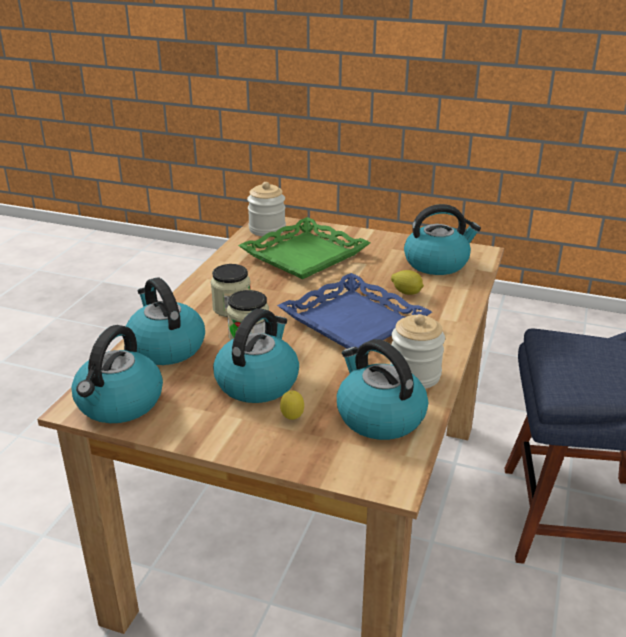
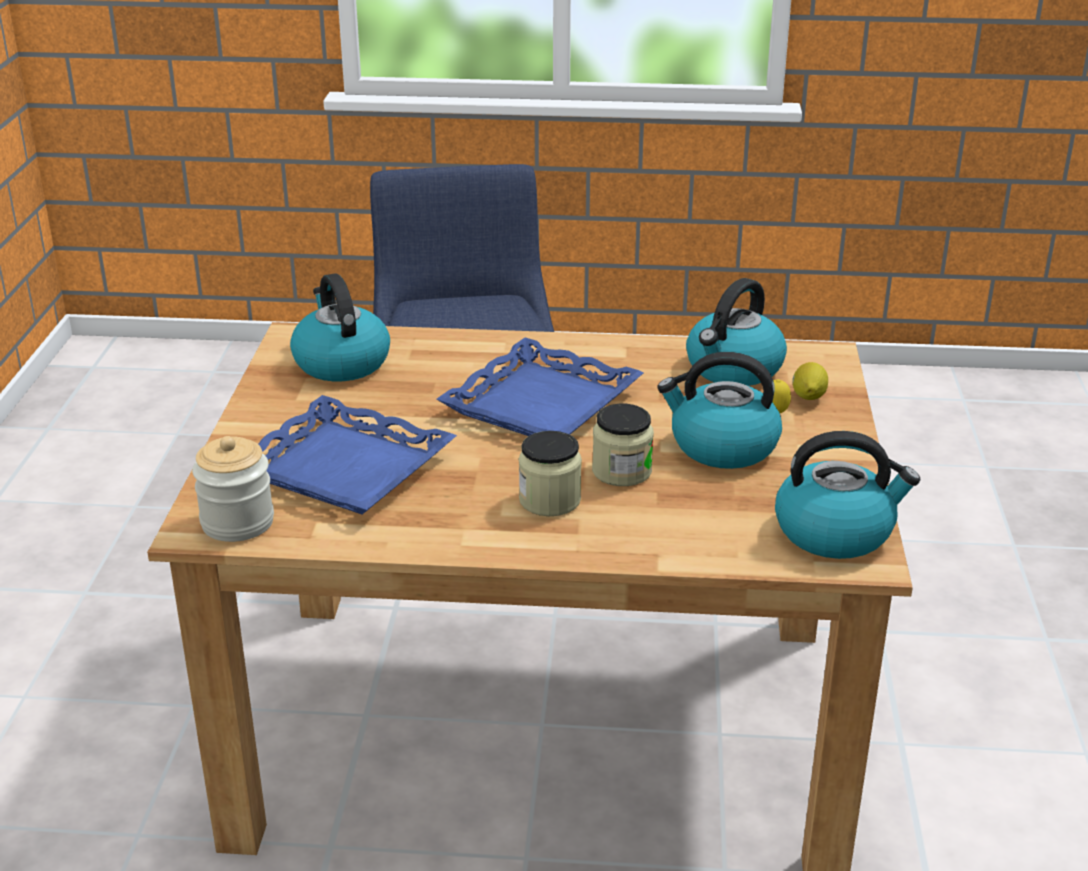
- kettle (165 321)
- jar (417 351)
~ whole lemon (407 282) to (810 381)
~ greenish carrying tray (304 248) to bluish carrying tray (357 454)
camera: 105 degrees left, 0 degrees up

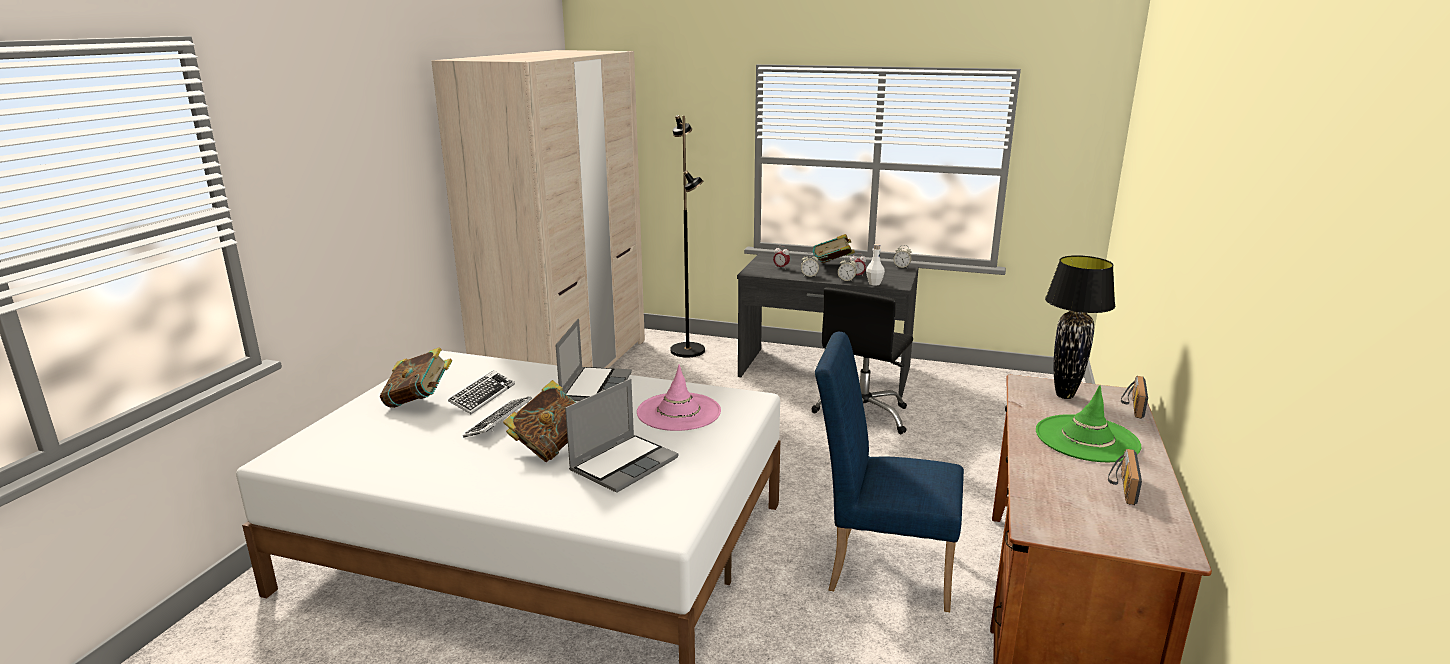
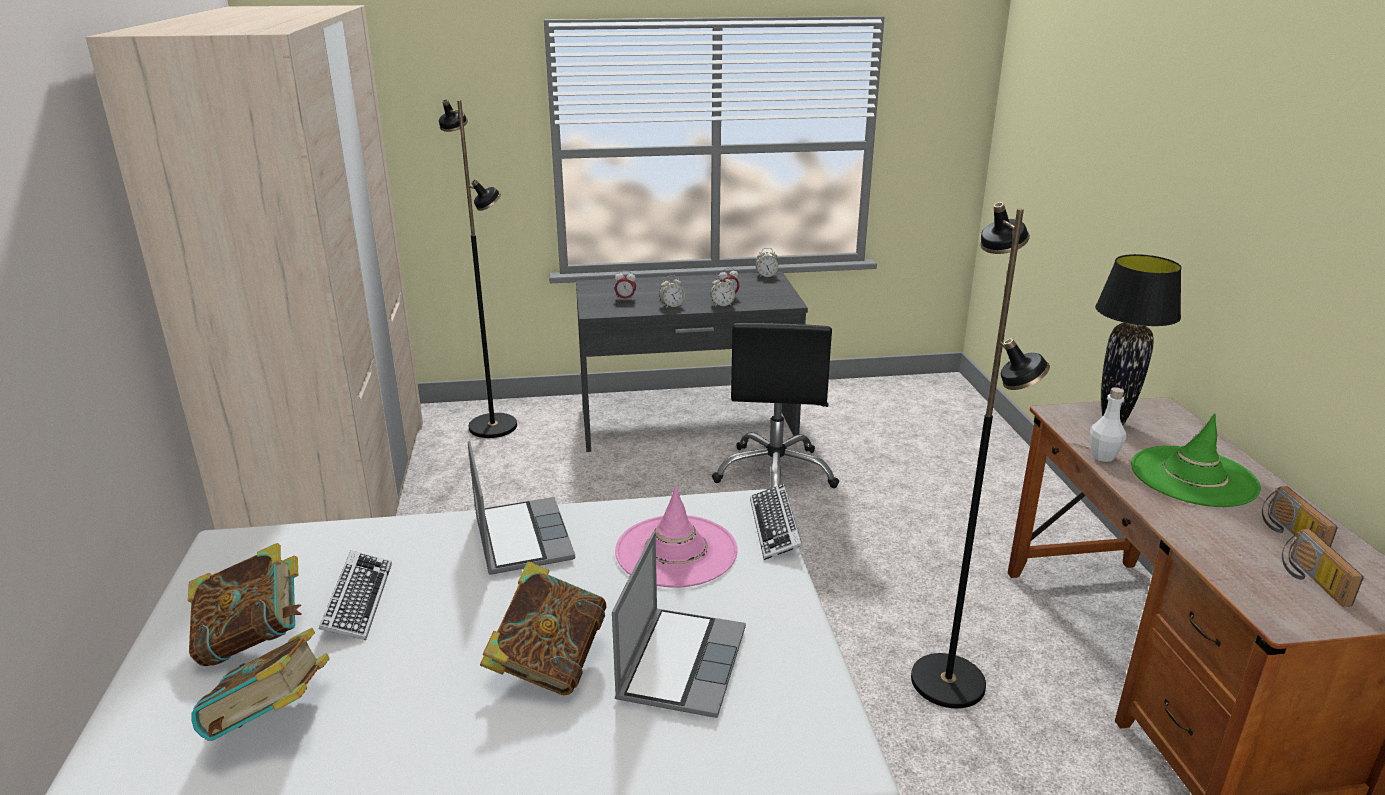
~ computer keyboard (497 417) to (776 522)
~ book (834 248) to (260 684)
~ white-coloured bottle (875 265) to (1108 424)
~ radio (1134 397) to (1323 568)
~ bluish upright chair (889 472) to black-coloured standard lamp (980 455)
camera: 25 degrees left, 5 degrees up

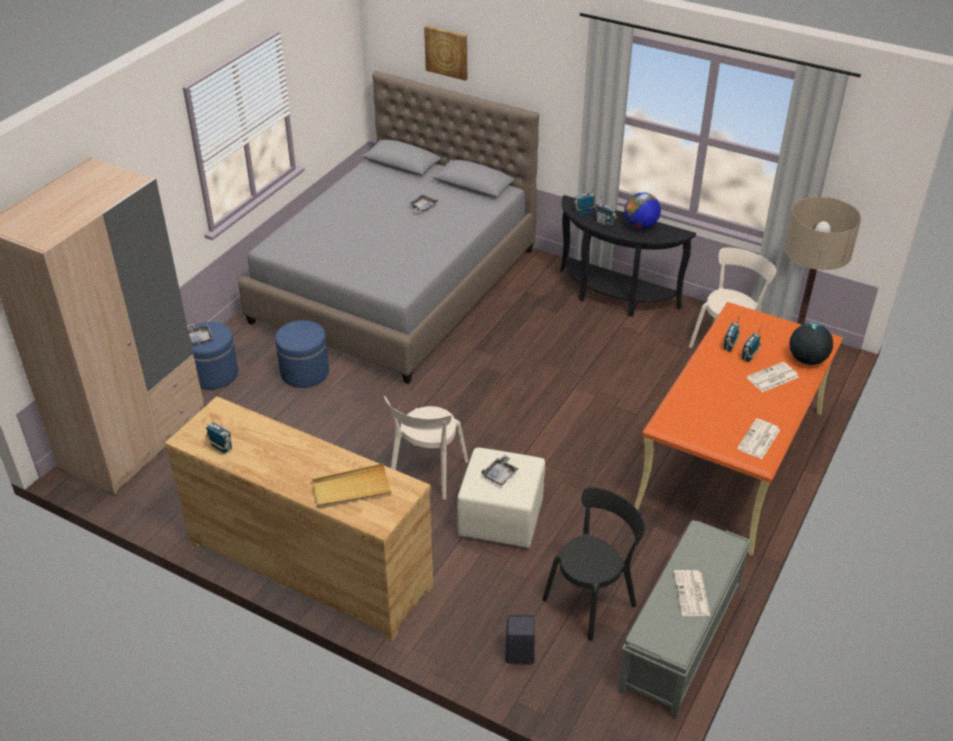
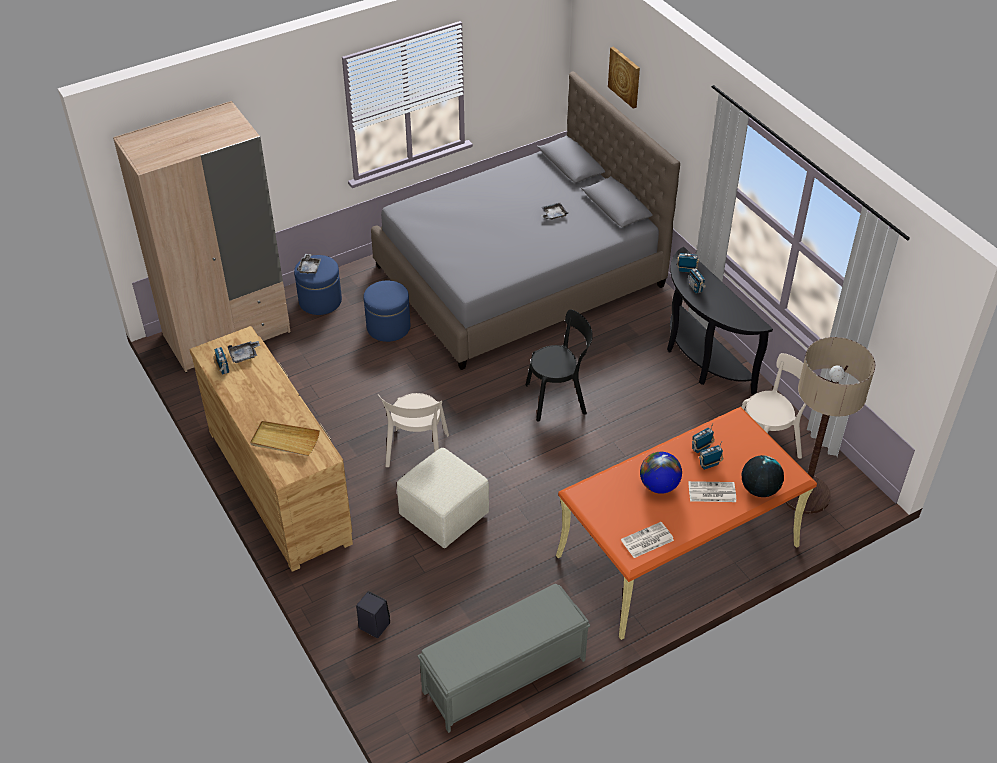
- printed paper (691 593)
~ grey carrying tray (500 470) to (244 352)
~ black-coloured upright chair (593 564) to (559 365)
~ world globe (642 210) to (661 473)
~ beige upright chair (426 448) = (413 430) 45 degrees counterclockwise
camera: 30 degrees right, 5 degrees up

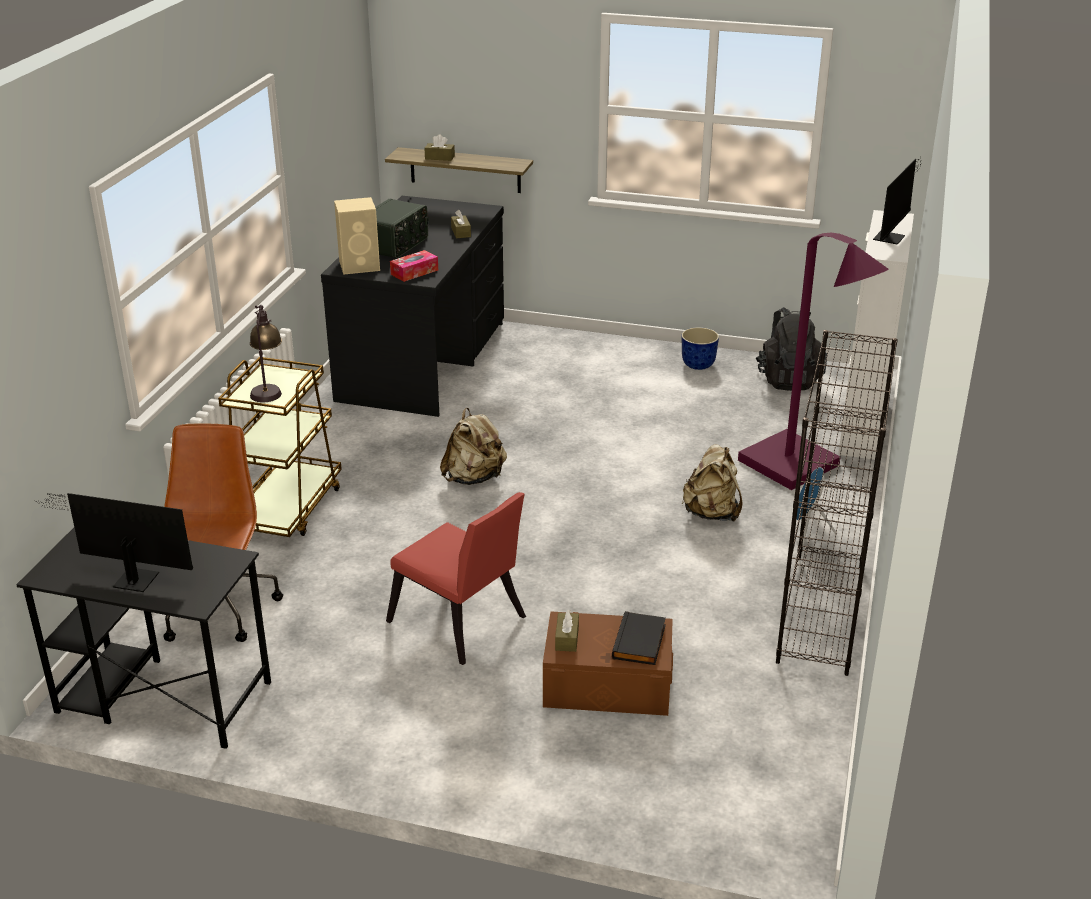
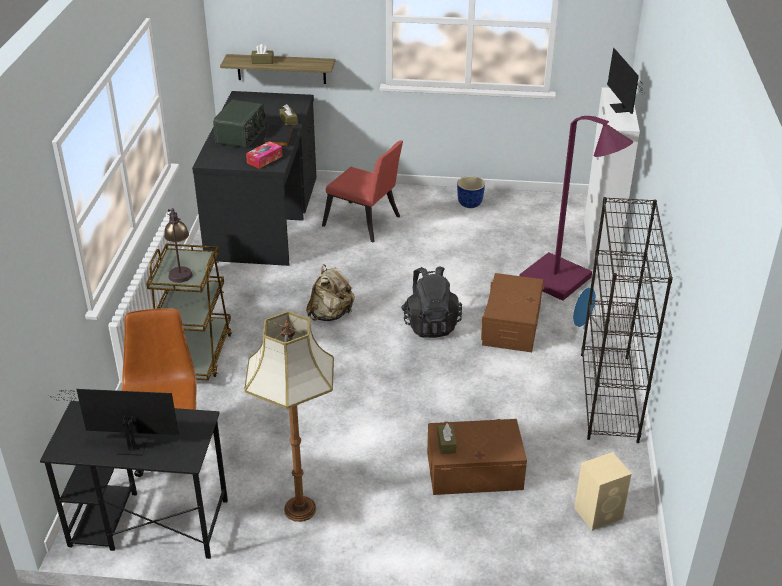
+ standard lamp (289 416)
~ beige speaker (357 236) to (603 491)
~ reddish upright chair (456 578) to (362 191)
~ black-coloured book (639 638) to (278 135)
~ black-coloured backpack (791 349) to (431 302)
~ beige backpack (712 483) to brown storage container (512 312)
~ computer display (898 202) = (625 81) 150 degrees clockwise
camera: 10 degrees left, 5 degrees up

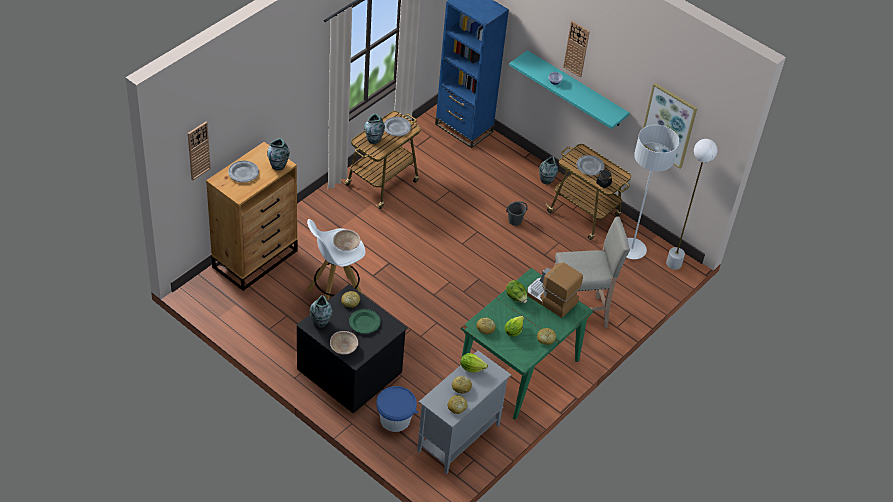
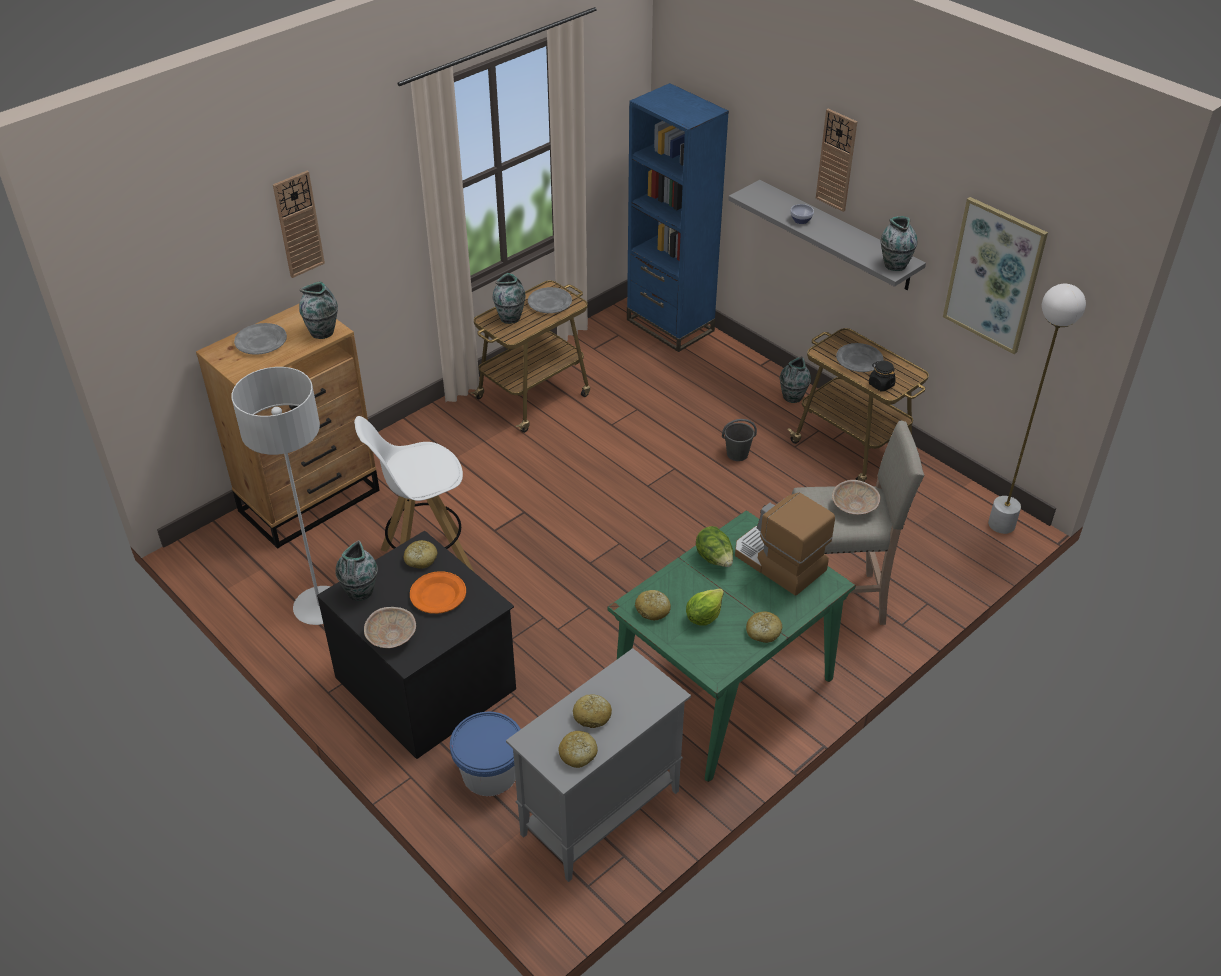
- lettuce (474 362)
+ decorative vase (899 243)
~ wall clock (199 151) to (299 224)
~ beige bowl (346 240) to (856 497)
~ grey standard lamp (652 192) to (281 496)
~ greenish flat dish (365 321) to orange flat dish (438 592)
~ turquoise shelf (569 89) to grey shelf (827 235)
camera: 10 degrees right, 5 degrees down

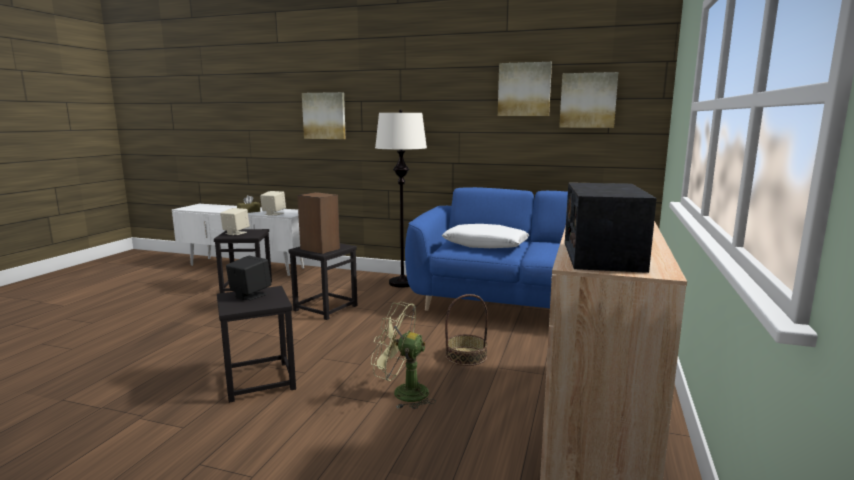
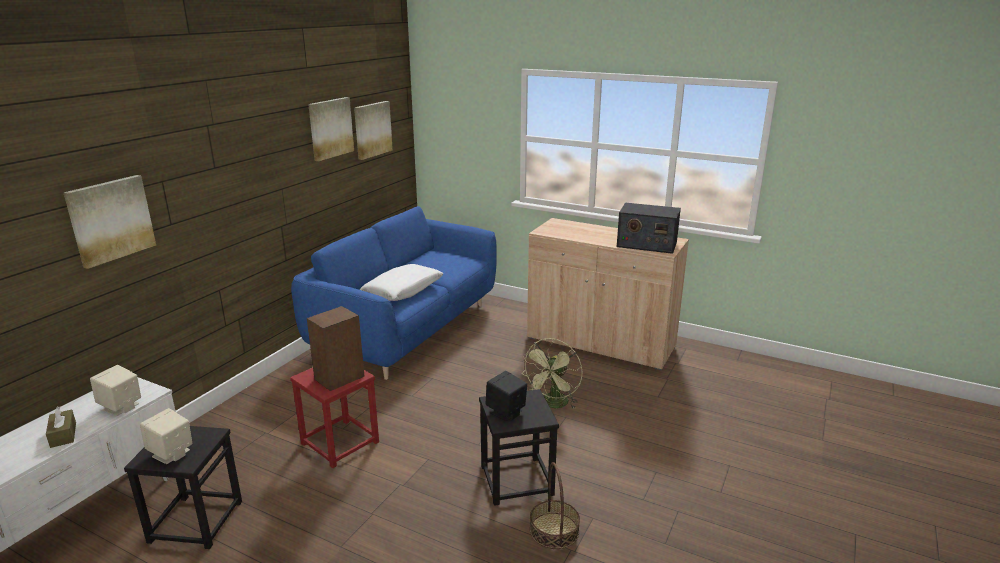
- white-coloured standard lamp (401 199)
~ basket (466 330) to (555 505)
~ black-coloured stool (323 281) to reddish stool (334 418)
camera: 80 degrees left, 10 degrees up

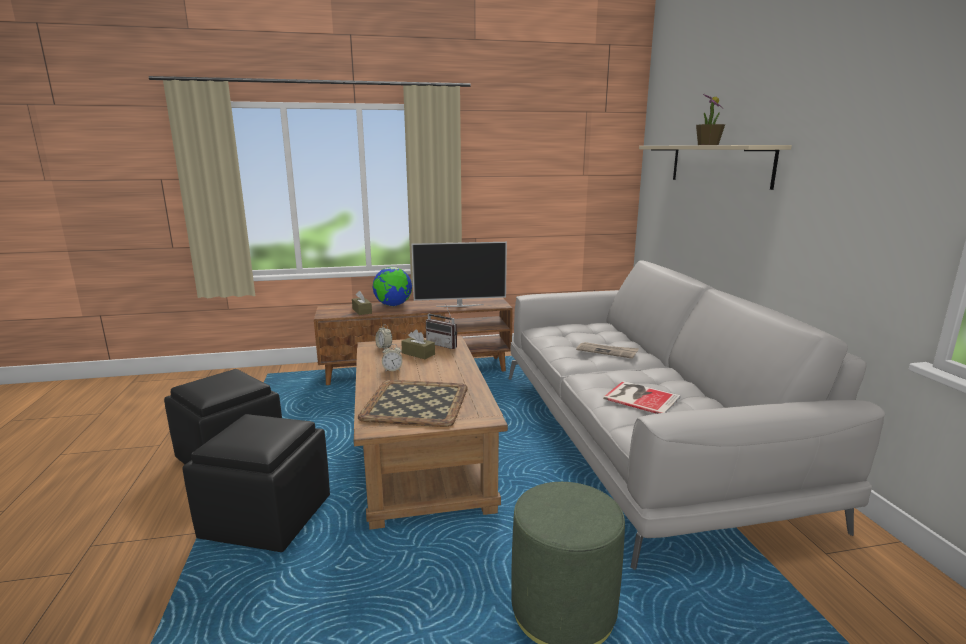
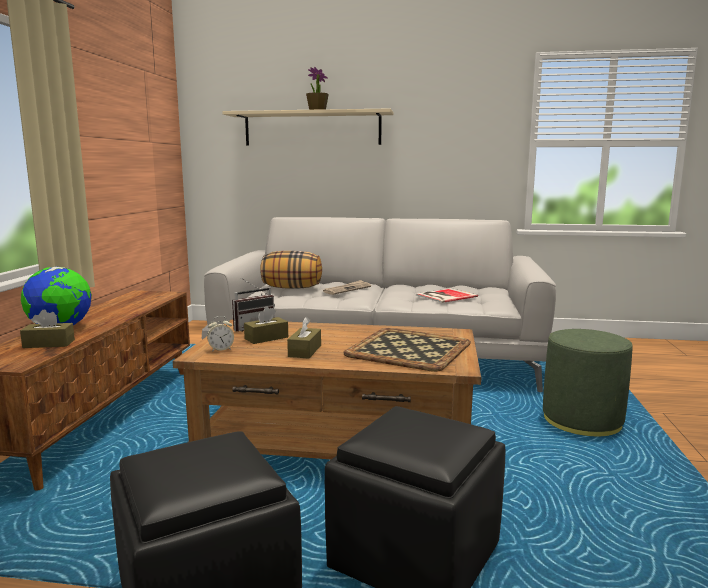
- TV (459 274)
+ cushion (291 270)
~ table clock (392 358) to brown tissue box (304 338)
camera: 70 degrees left, 5 degrees down

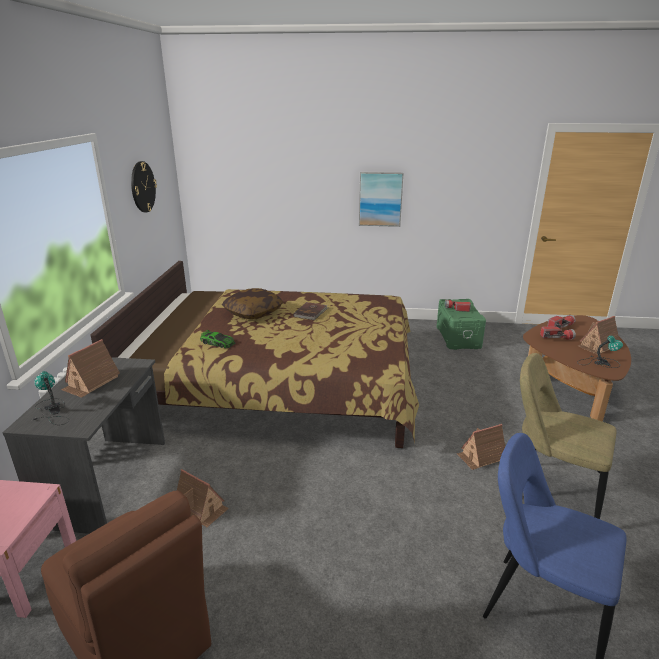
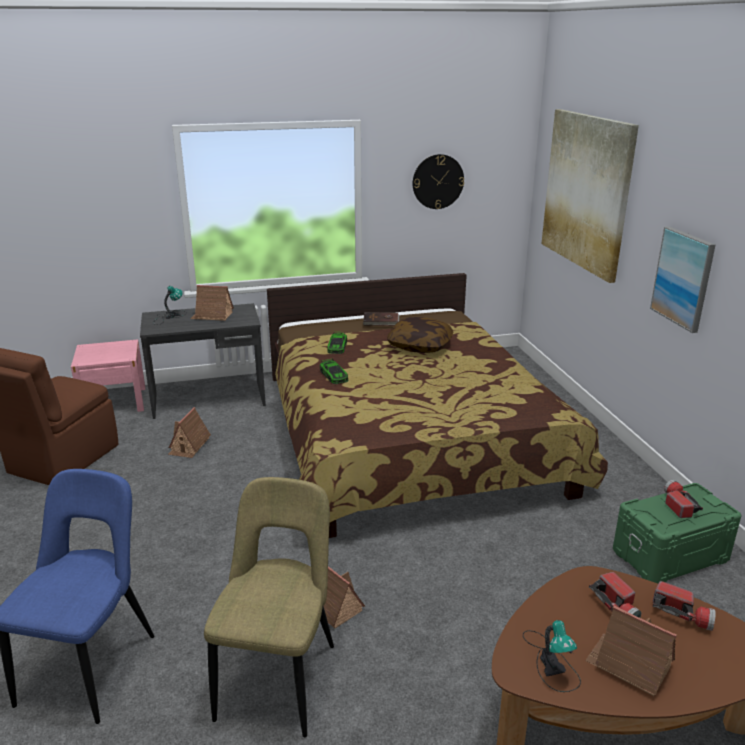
+ toy car (334 371)
+ picture (590 196)
~ brown book (310 311) to (381 319)
camera: 70 degrees right, 0 degrees up

